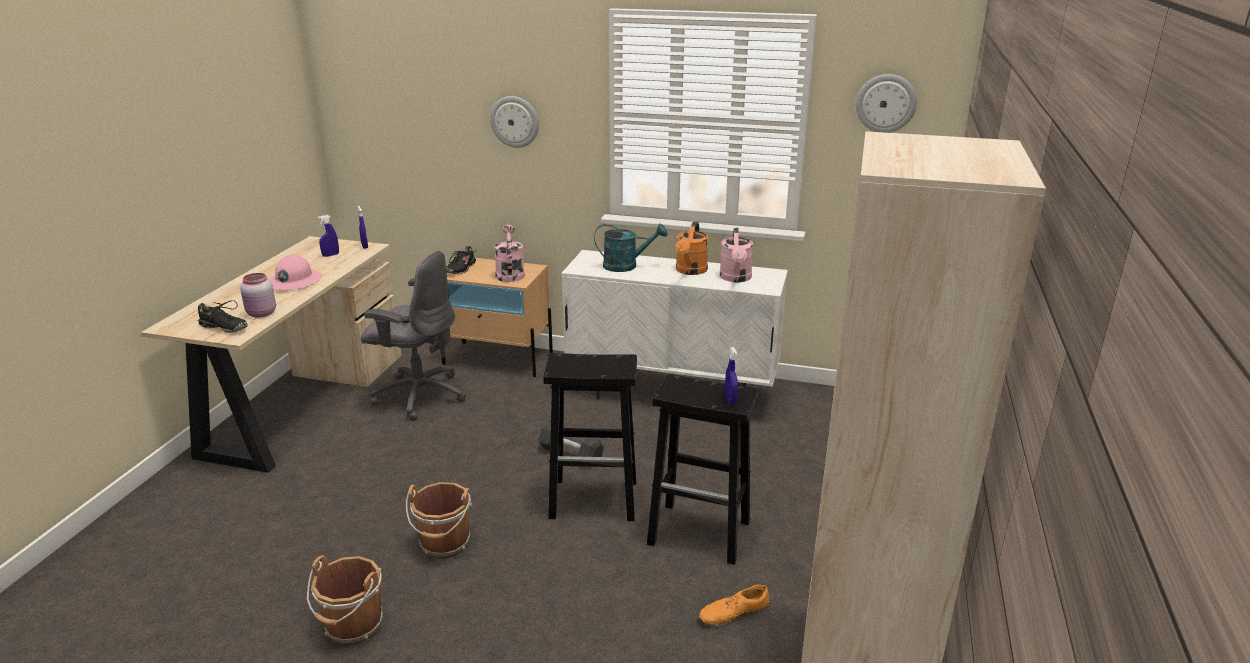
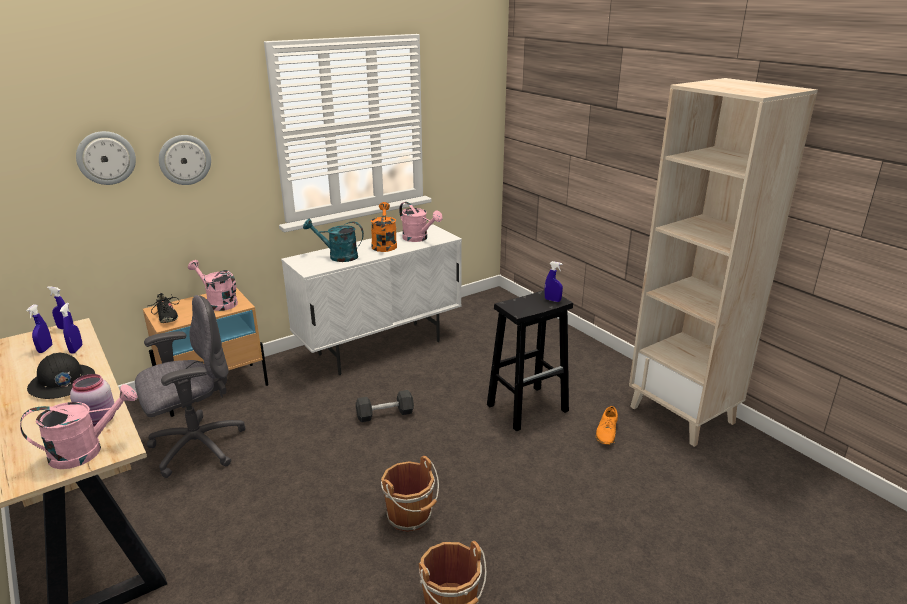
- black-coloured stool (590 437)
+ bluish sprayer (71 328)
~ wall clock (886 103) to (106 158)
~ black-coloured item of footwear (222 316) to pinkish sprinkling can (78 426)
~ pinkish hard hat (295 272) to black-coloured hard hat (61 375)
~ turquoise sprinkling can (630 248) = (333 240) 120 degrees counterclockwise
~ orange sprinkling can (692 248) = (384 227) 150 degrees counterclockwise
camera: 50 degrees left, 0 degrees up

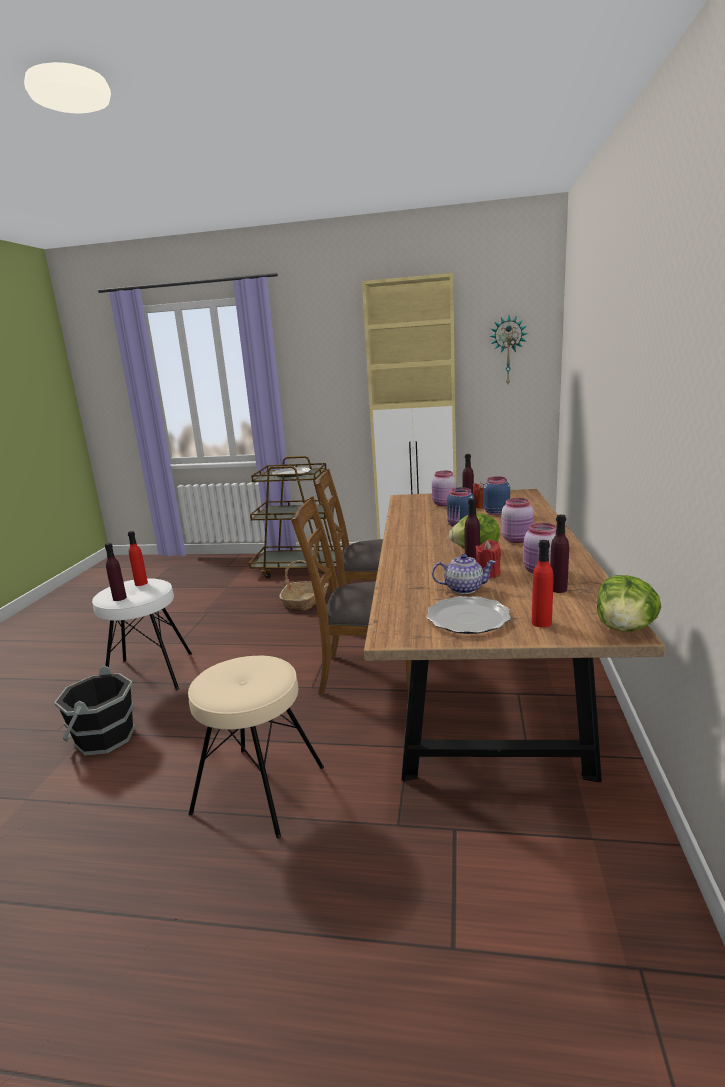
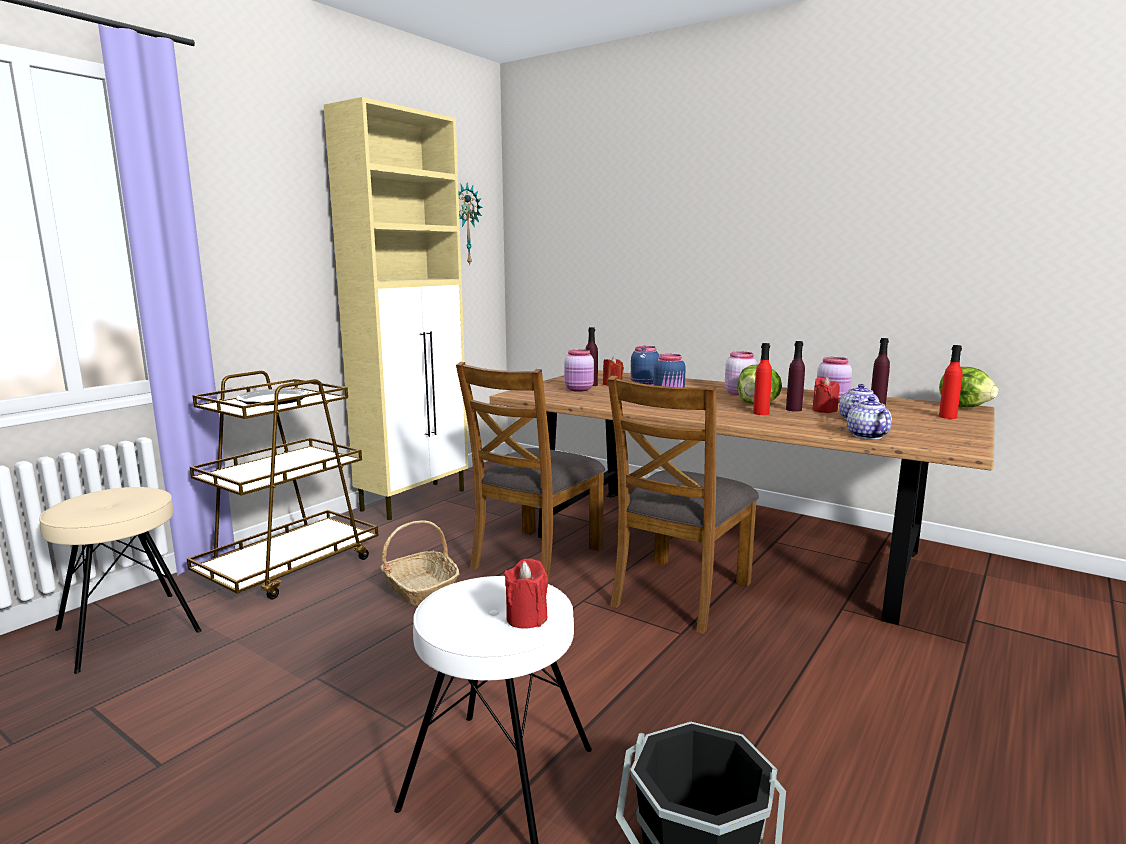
- flat dish (468 615)
+ pot for tea (869 418)
~ reddish bottle (138 558) to (762 379)
~ beige stool (256 747) to (120 580)
~ purple bottle (116 572) to reddish wax light (526 593)
camera: 65 degrees left, 5 degrees down

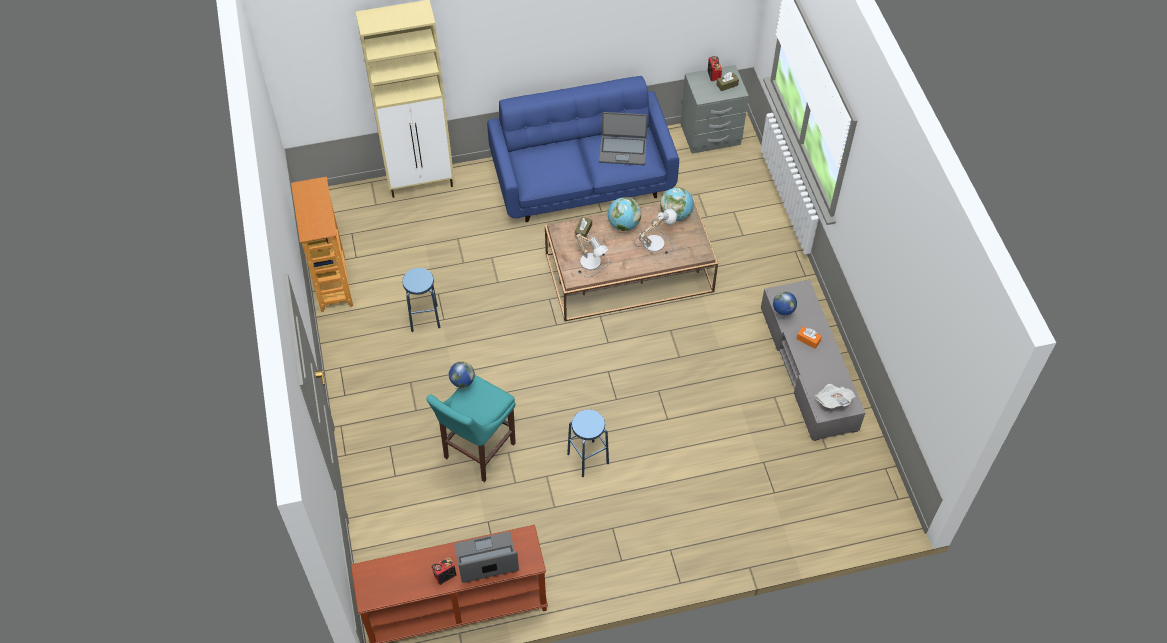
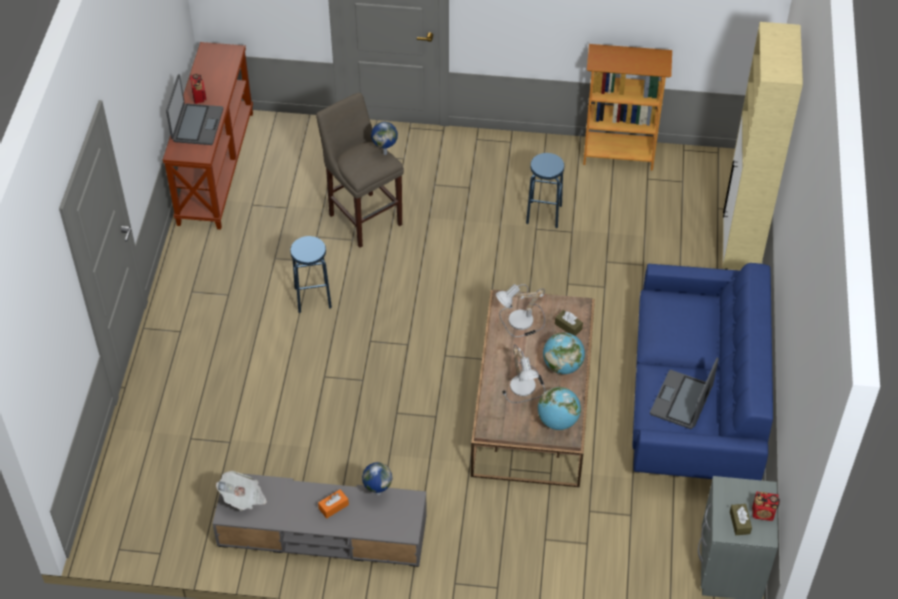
~ turquoise stool (471 428) to beige stool (360 170)
camera: 110 degrees right, 5 degrees down

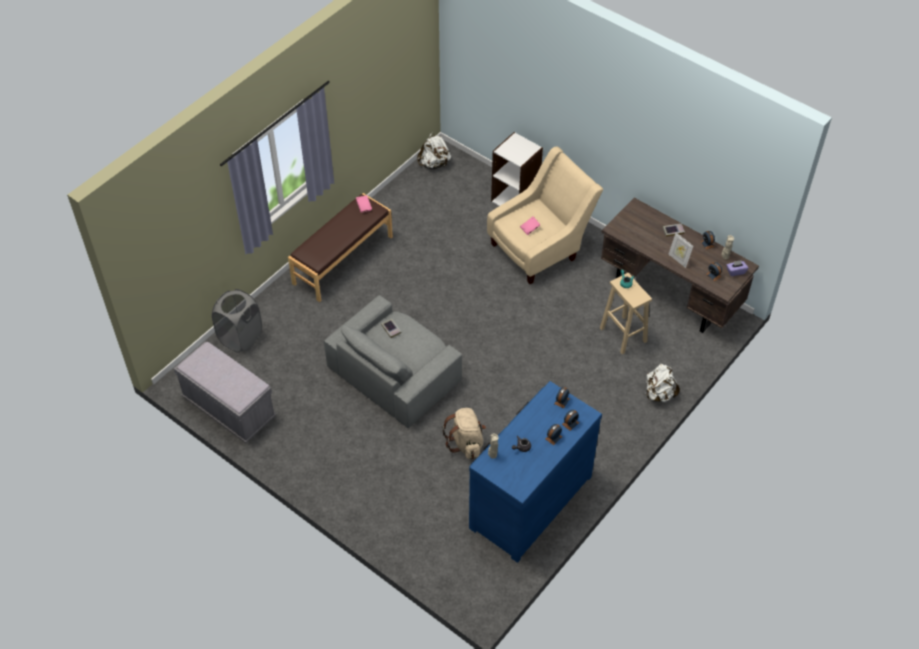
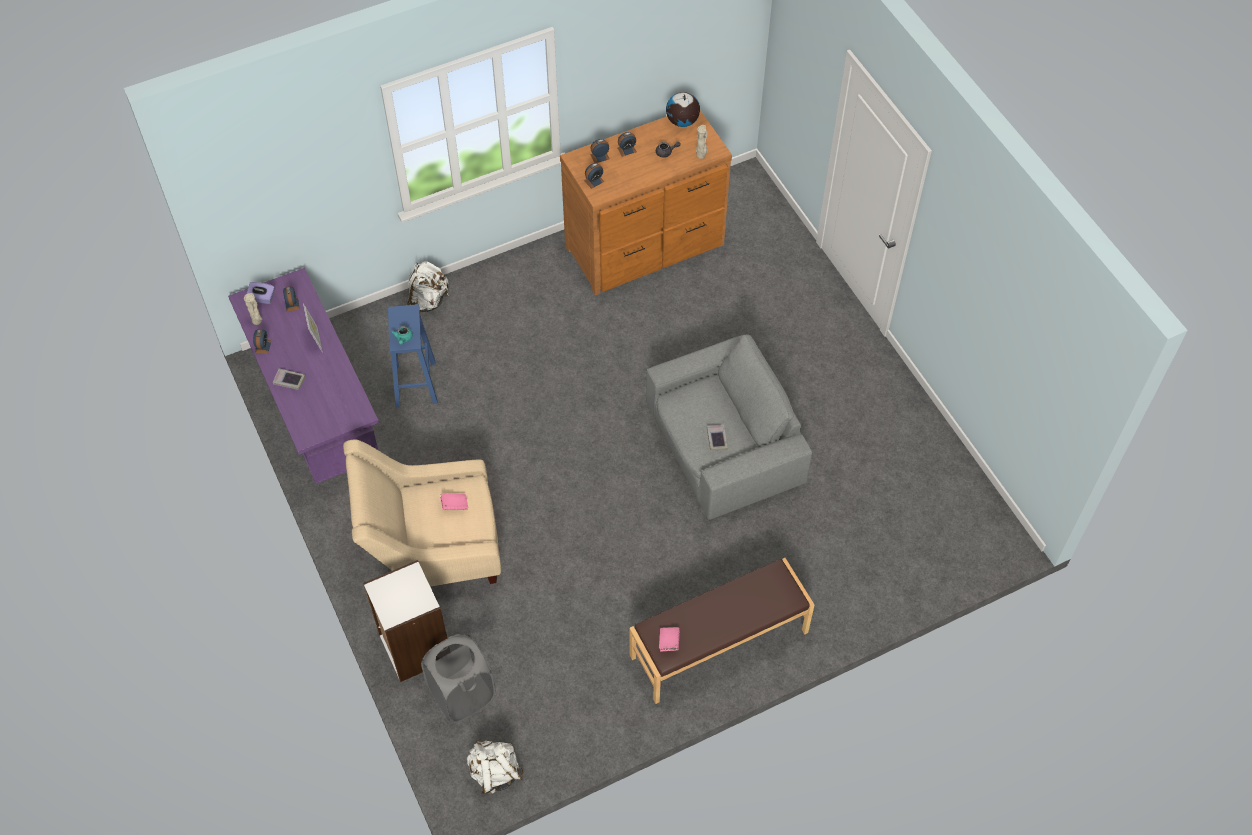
- grey indoor bench (225 392)
- beige backpack (464 433)
+ world globe (683 109)
~ grey washing basket (237 321) to (458 678)
~ bluish drawer chest (535 472) to brown drawer chest (646 202)
~ beige stool (626 314) to bluish stool (413 356)
~ brown desk table (680 265) to purple desk table (303 376)
camera: 155 degrees left, 5 degrees up

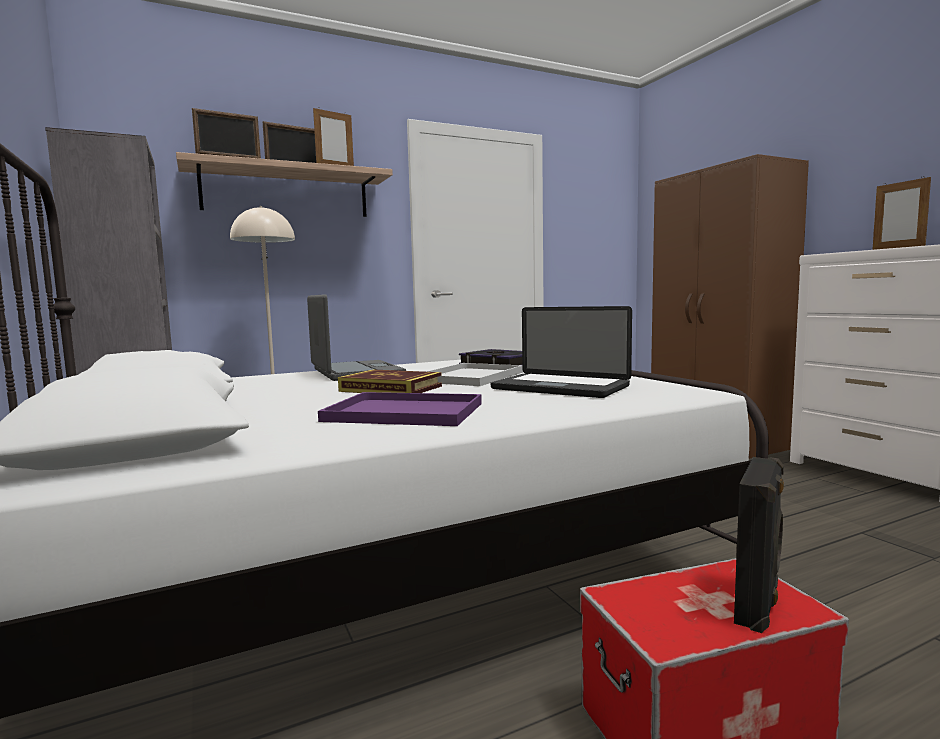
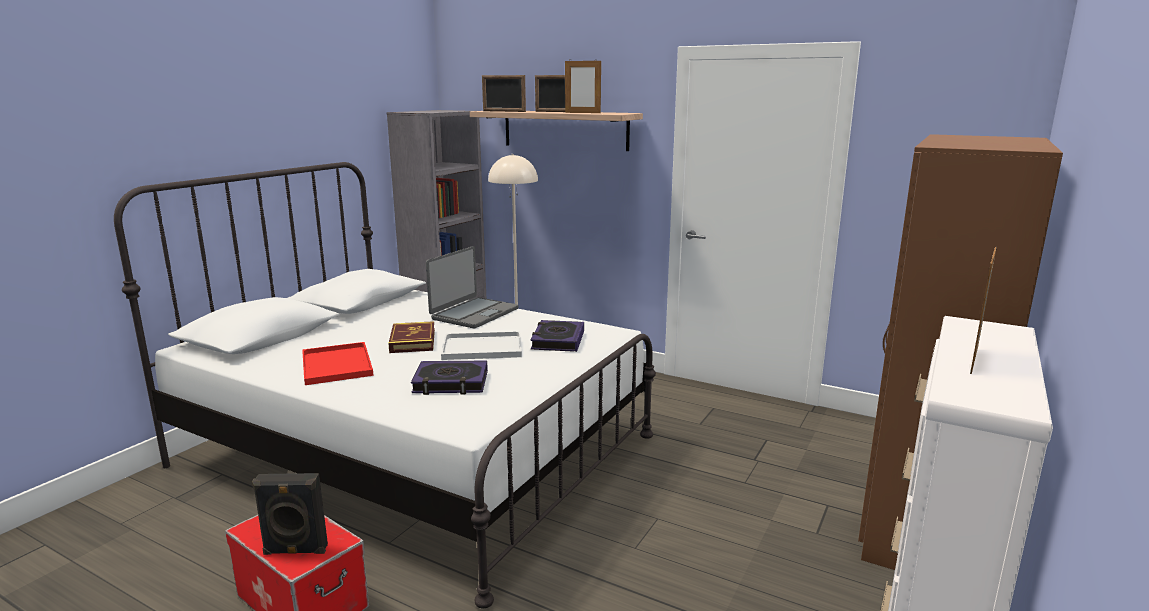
~ laptop (561 352) to book (449 377)
~ purple carrying tray (400 409) to reddish carrying tray (338 363)
camera: 55 degrees right, 10 degrees up

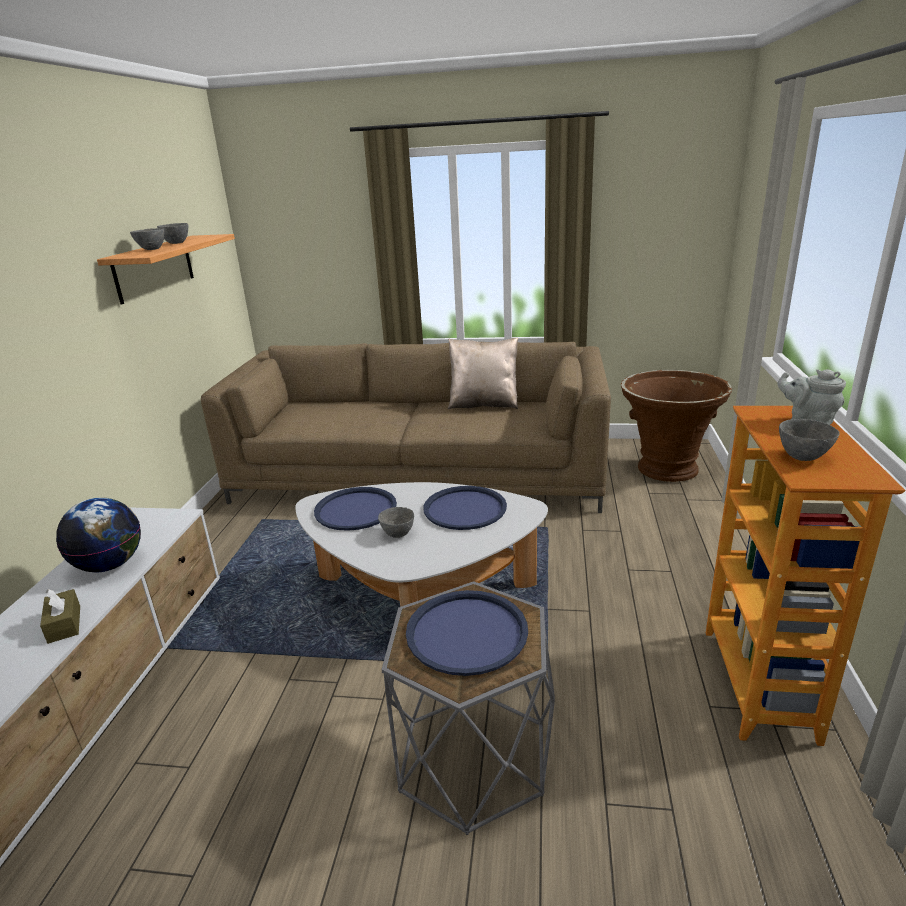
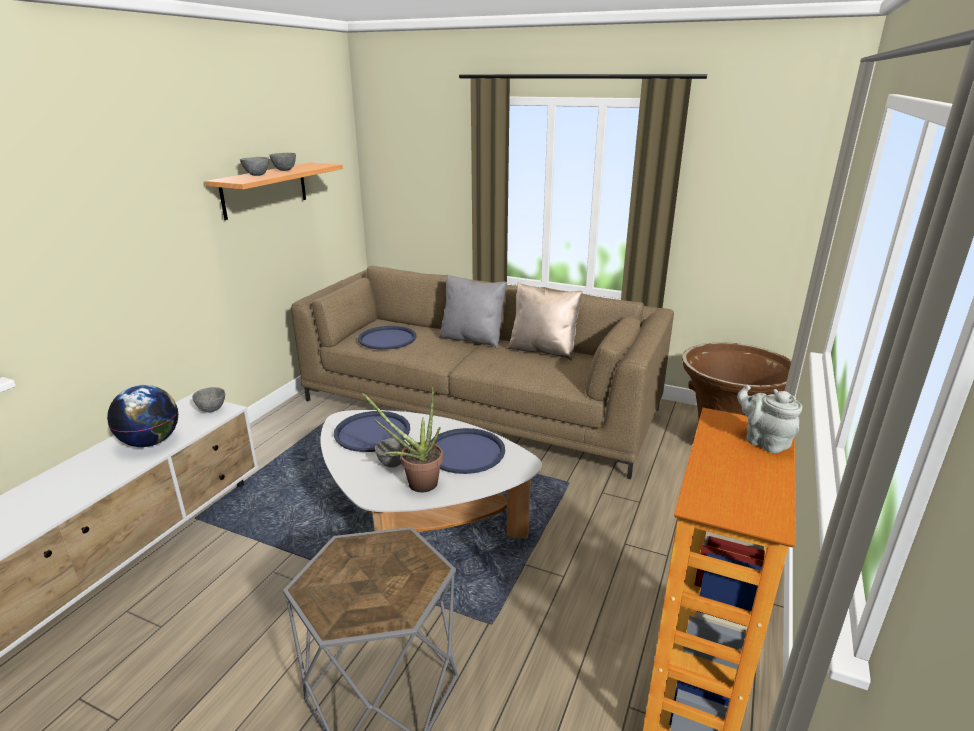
- brown tissue box (60 616)
+ plant in a pot (402 439)
+ grey cushion (473 311)
~ bluish carrying tray (467 633) to (387 338)
~ grey bowl (809 440) to (208 400)
camera: 15 degrees right, 0 degrees up

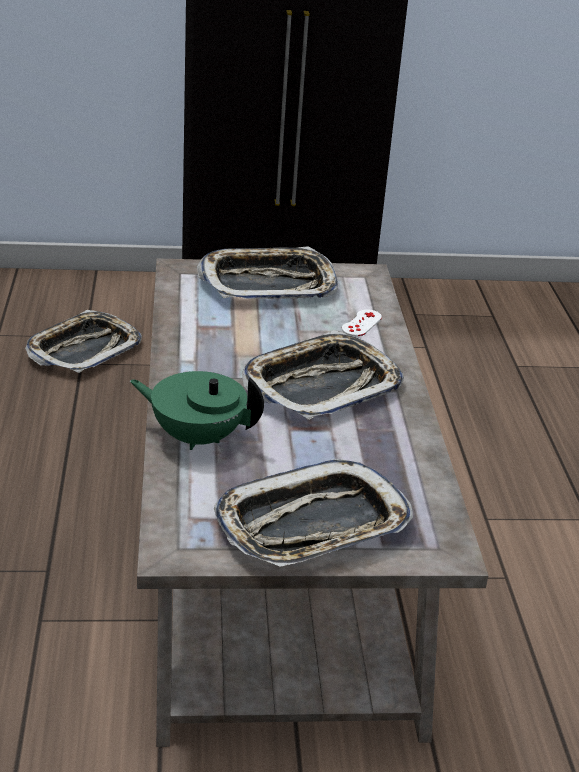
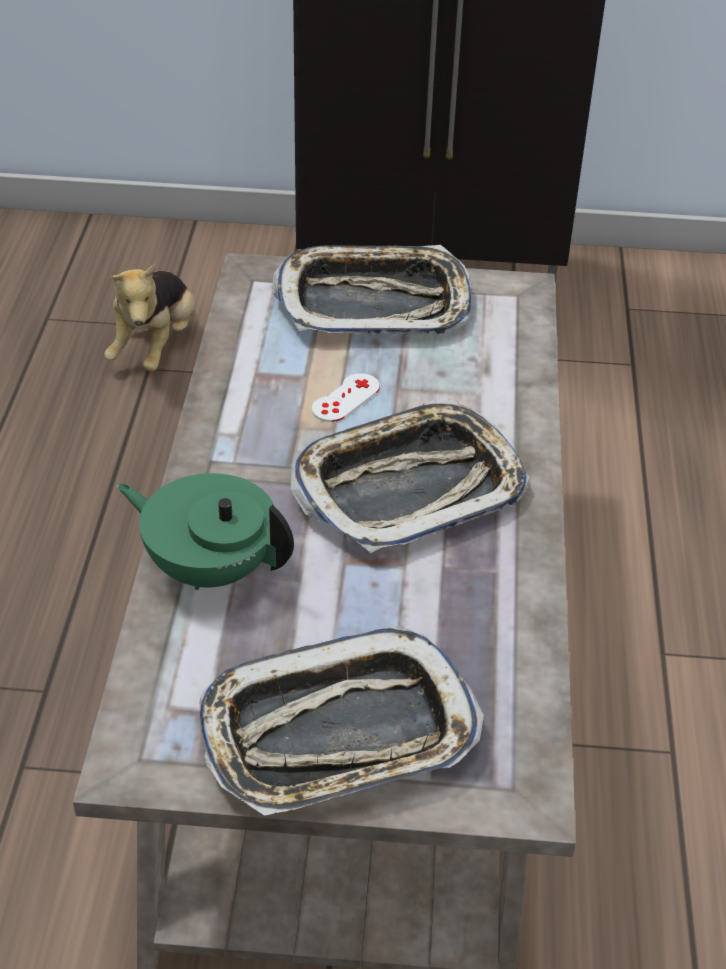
~ white-coloured joypad (362 322) to (346 397)
~ carrying tray (83 341) to soft toy (149 317)
camera: 10 degrees right, 10 degrees up

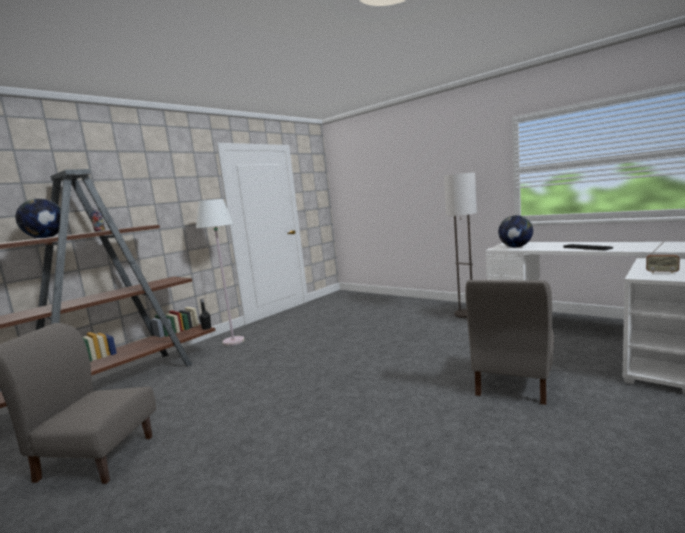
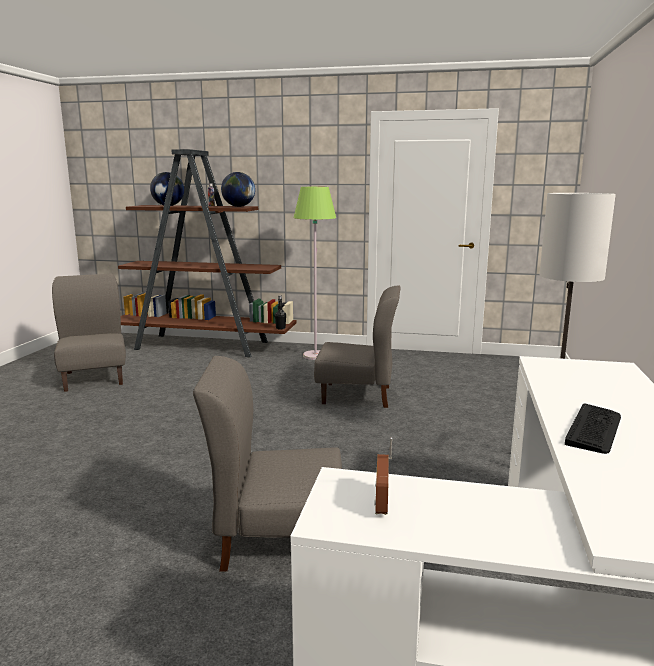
+ grey upright chair (357 347)
~ world globe (515 231) to (238 189)
~ white-coloured standard lamp (220 272) to greenish standard lamp (315 273)
camera: 60 degrees right, 5 degrees up

